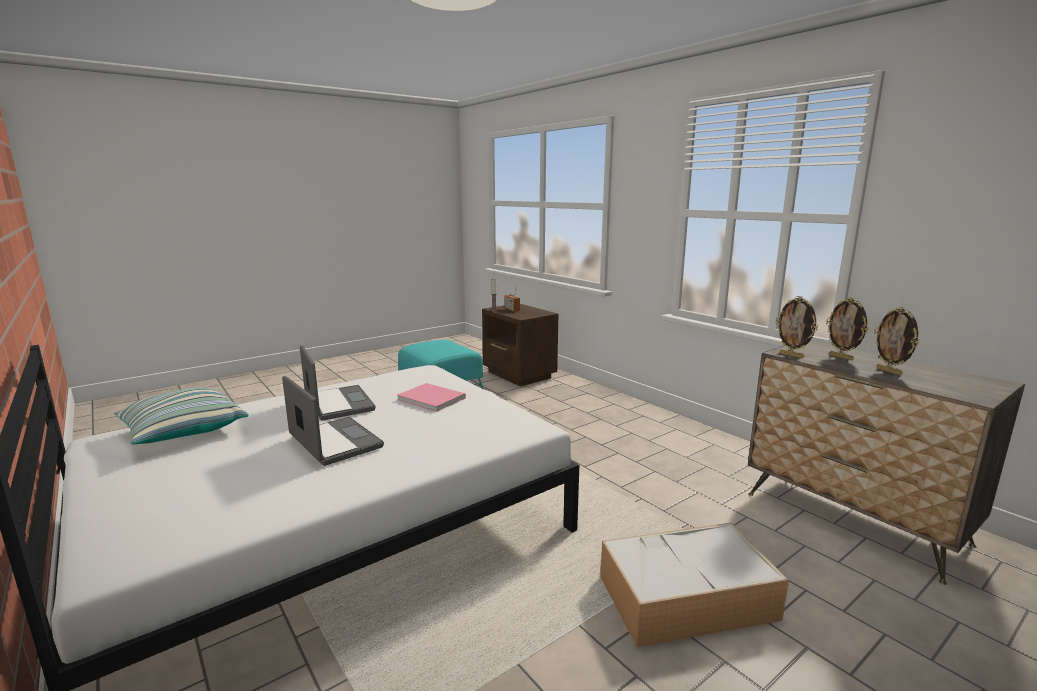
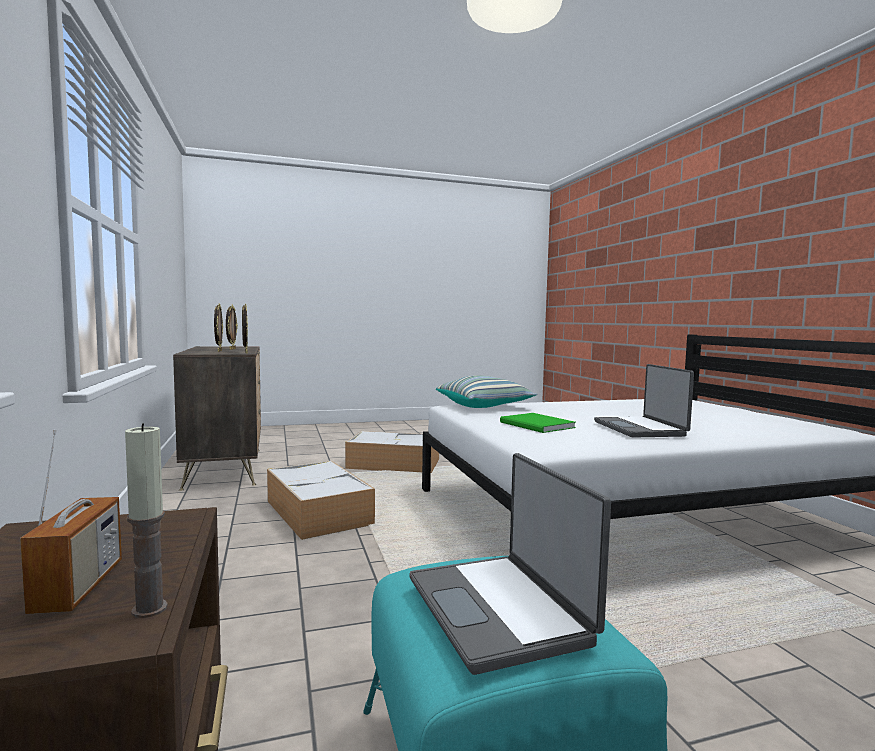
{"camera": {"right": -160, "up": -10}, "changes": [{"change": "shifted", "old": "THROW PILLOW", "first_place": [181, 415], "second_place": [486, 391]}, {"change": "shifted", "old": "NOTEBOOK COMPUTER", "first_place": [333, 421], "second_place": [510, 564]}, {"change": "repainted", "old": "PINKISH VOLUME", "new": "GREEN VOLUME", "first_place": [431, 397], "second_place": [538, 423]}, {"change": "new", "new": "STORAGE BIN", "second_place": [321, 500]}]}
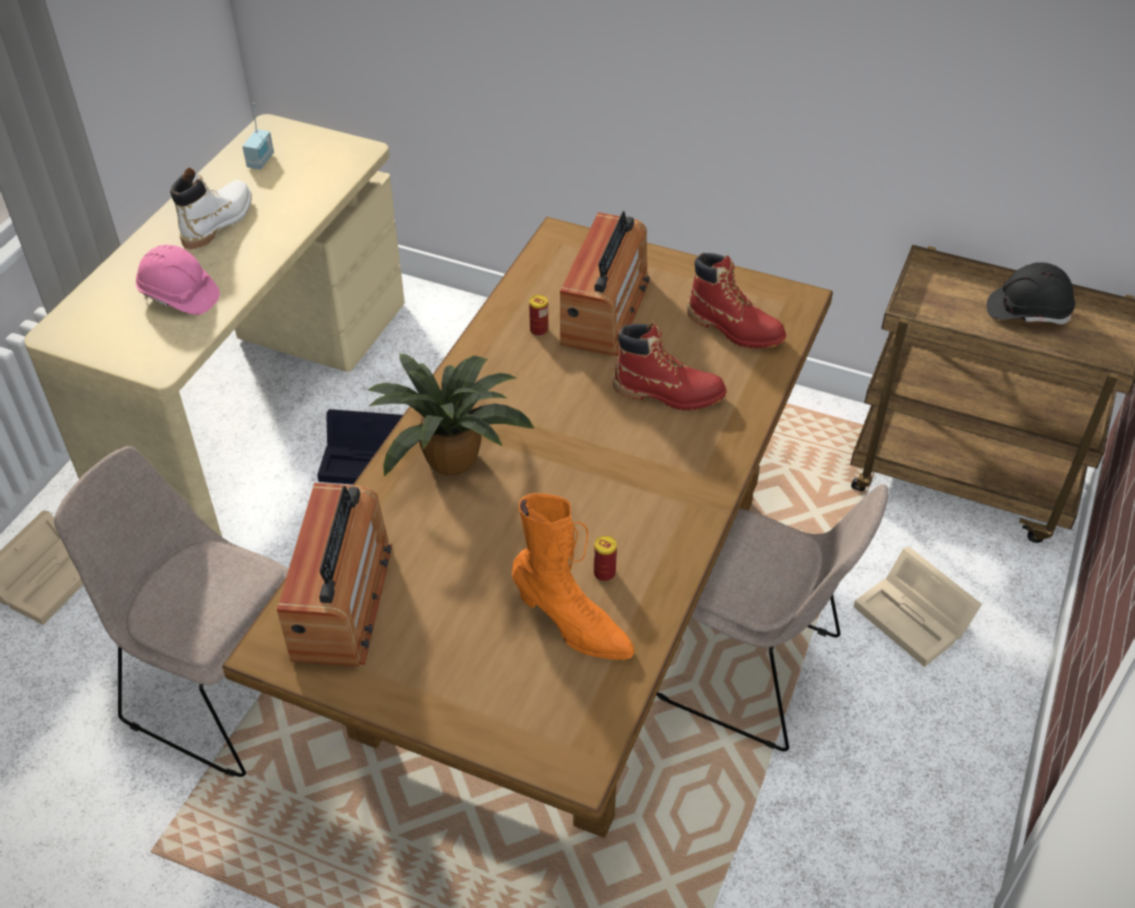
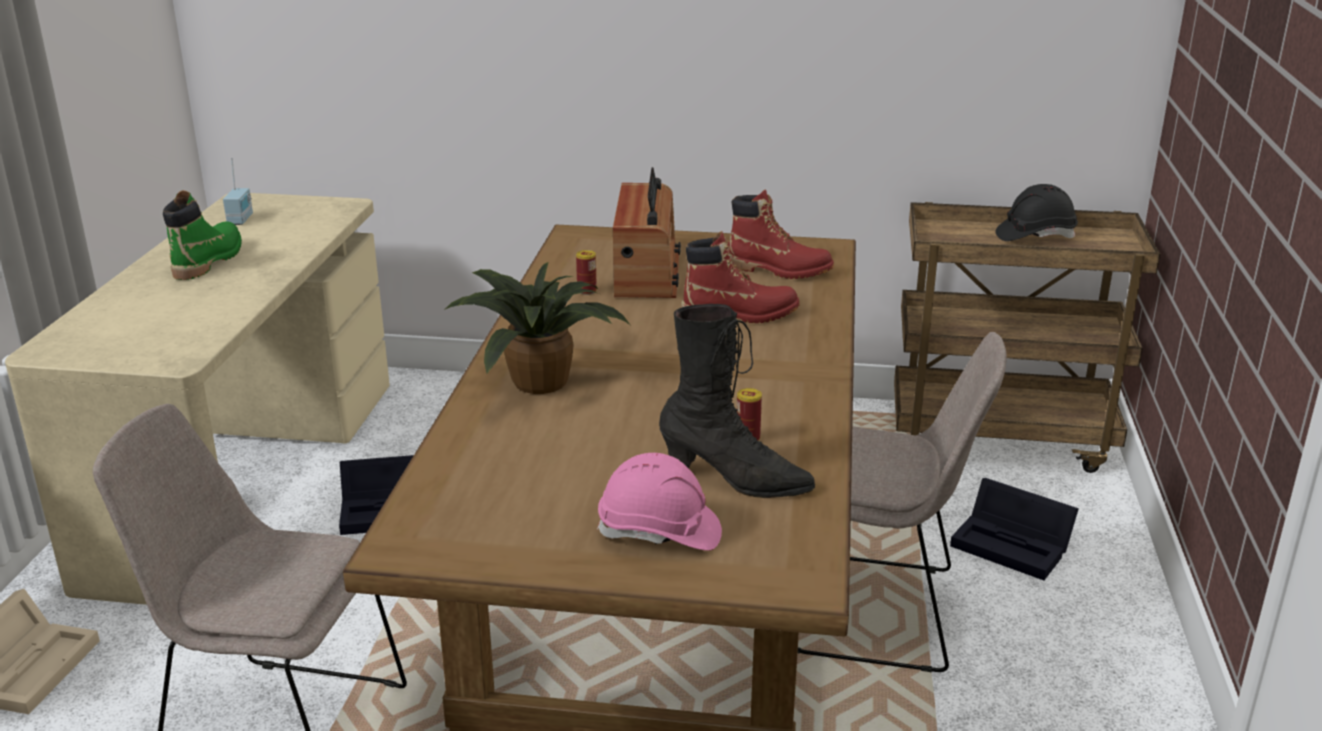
{"camera": {"right": -15, "up": -20}, "changes": [{"change": "shifted", "old": "PINKISH HARD HAT", "first_place": [178, 280], "second_place": [659, 502]}, {"change": "repainted", "old": "WHITISH BOOT", "new": "GREEN BOOT", "first_place": [211, 208], "second_place": [202, 235]}, {"change": "gone", "old": "RADIO", "first_place": [334, 575]}, {"change": "repainted", "old": "ORANGE-COLOURED BOOT", "new": "BLACK BOOT", "first_place": [573, 576], "second_place": [737, 401]}, {"change": "repainted", "old": "BEIGE STORAGE BIN", "new": "BLACK STORAGE BIN", "first_place": [918, 607], "second_place": [1014, 529]}]}
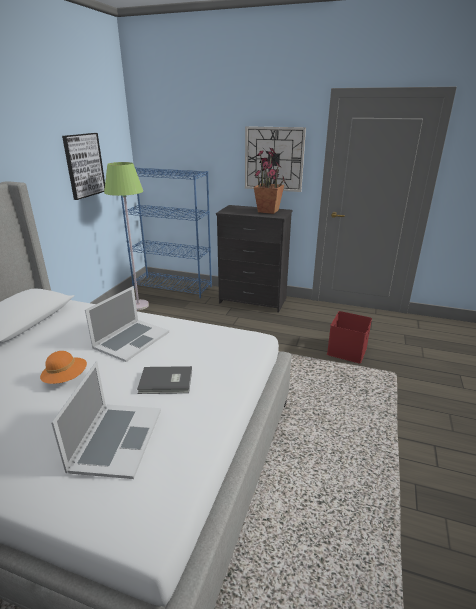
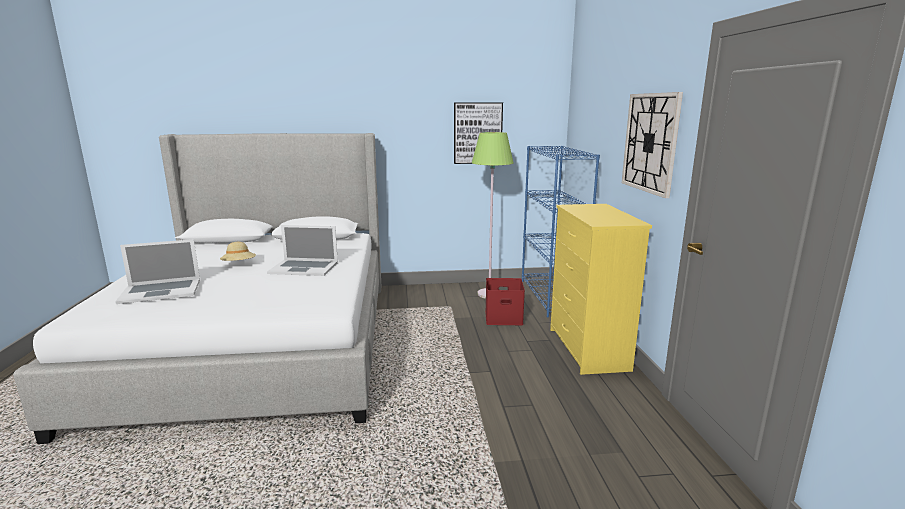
{"camera": {"right": 65, "up": -10}, "changes": [{"change": "repainted", "old": "ORANGE-COLOURED WEARABLE HAT", "new": "BEIGE WEARABLE HAT", "first_place": [63, 367], "second_place": [238, 251]}, {"change": "gone", "old": "GREY VOLUME", "first_place": [164, 380]}, {"change": "repainted", "old": "BLACK DRESSER", "new": "YELLOW-COLOURED DRESSER", "first_place": [254, 258], "second_place": [601, 289]}, {"change": "gone", "old": "HOUSEPLANT", "first_place": [269, 181]}, {"change": "shifted", "old": "REDDISH STORAGE BIN", "first_place": [349, 337], "second_place": [505, 301]}]}
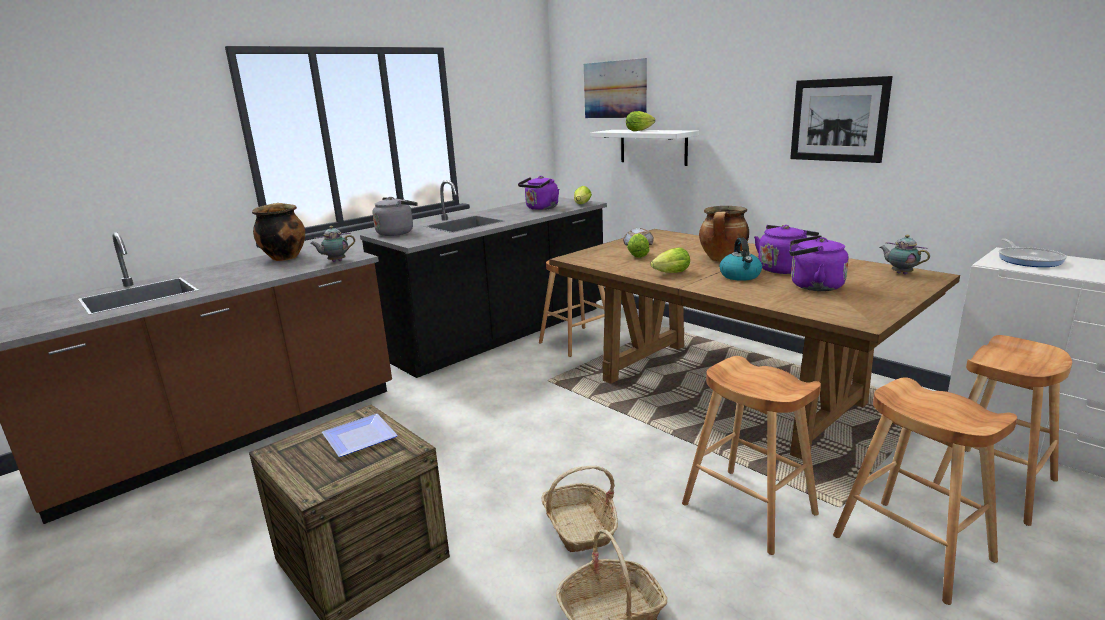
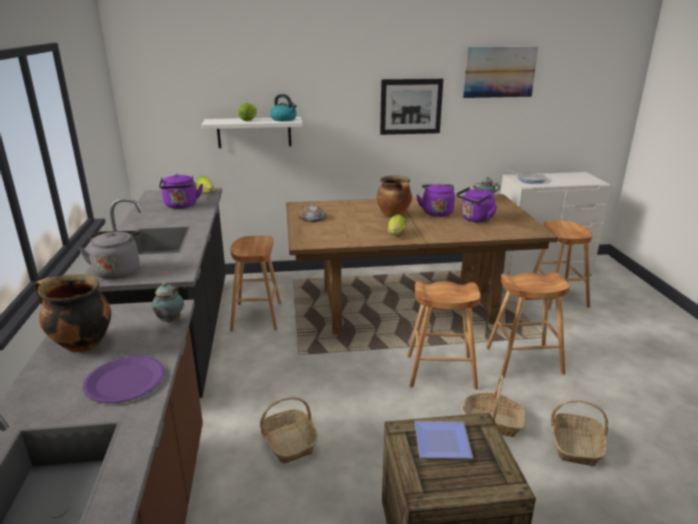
{"camera": {"right": -55, "up": 5}, "changes": [{"change": "shifted", "old": "PICTURE", "first_place": [615, 88], "second_place": [500, 72]}, {"change": "gone", "old": "LETTUCE HEAD", "first_place": [638, 245]}, {"change": "shifted", "old": "KETTLE", "first_place": [741, 259], "second_place": [283, 107]}, {"change": "shifted", "old": "BROWNISH SITTING STOOL", "first_place": [925, 491], "second_place": [444, 335]}, {"change": "new", "new": "PURPLE FLAT DISH", "second_place": [123, 379]}, {"change": "new", "new": "BASKET", "second_place": [289, 430]}]}
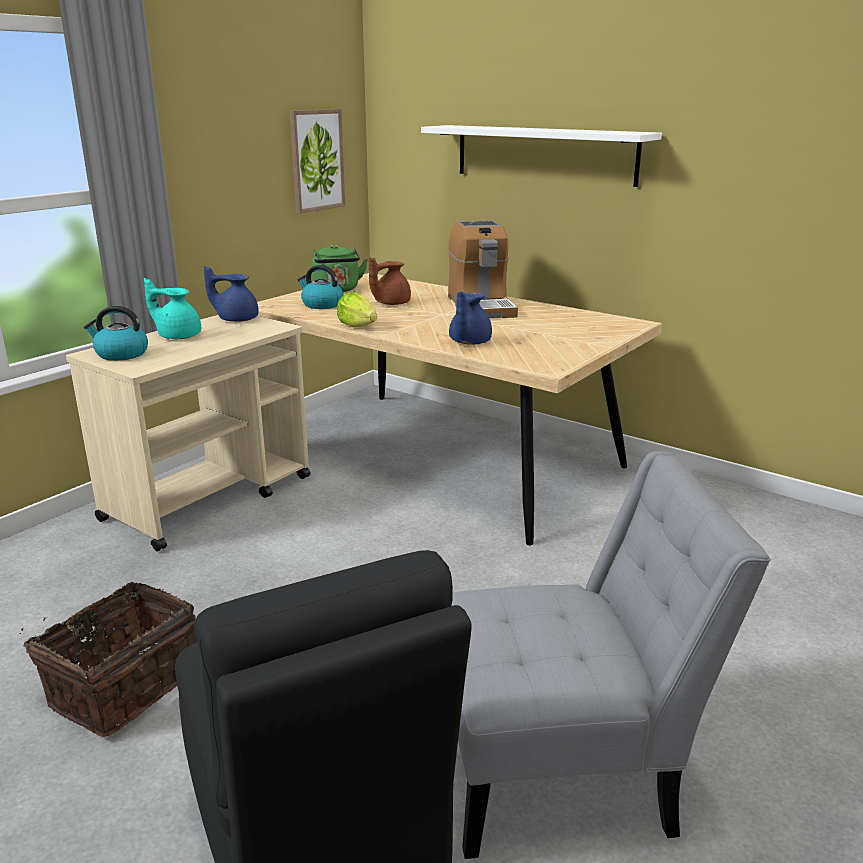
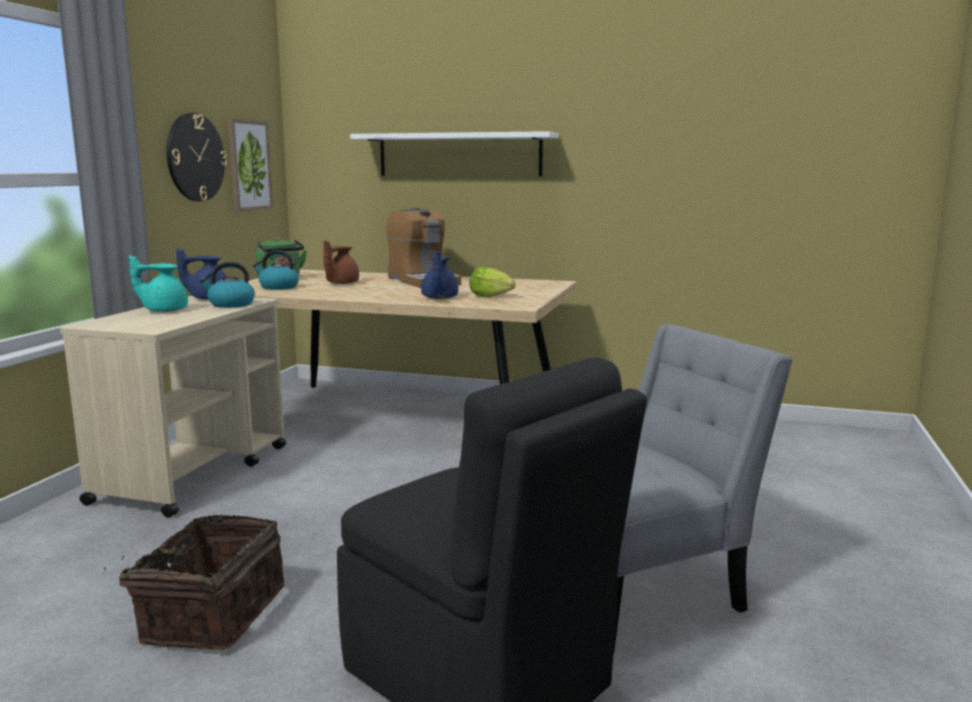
{"camera": {"right": -20, "up": -10}, "changes": [{"change": "shifted", "old": "KETTLE", "first_place": [116, 333], "second_place": [227, 285]}, {"change": "shifted", "old": "LETTUCE HEAD", "first_place": [357, 309], "second_place": [492, 282]}, {"change": "new", "new": "HANGING CLOCK", "second_place": [196, 157]}]}
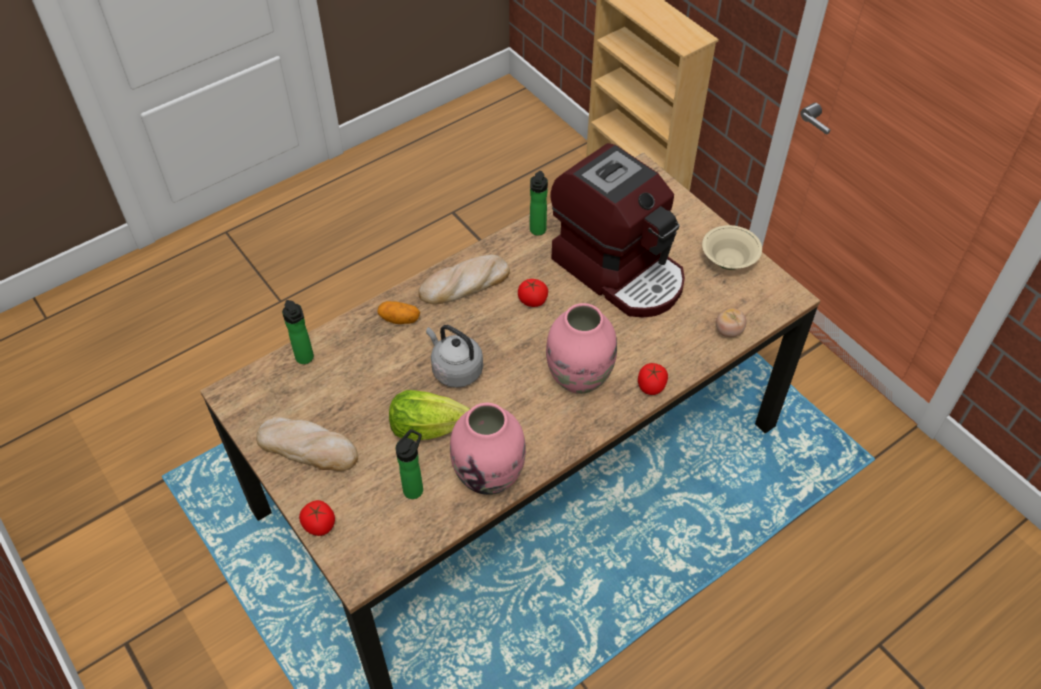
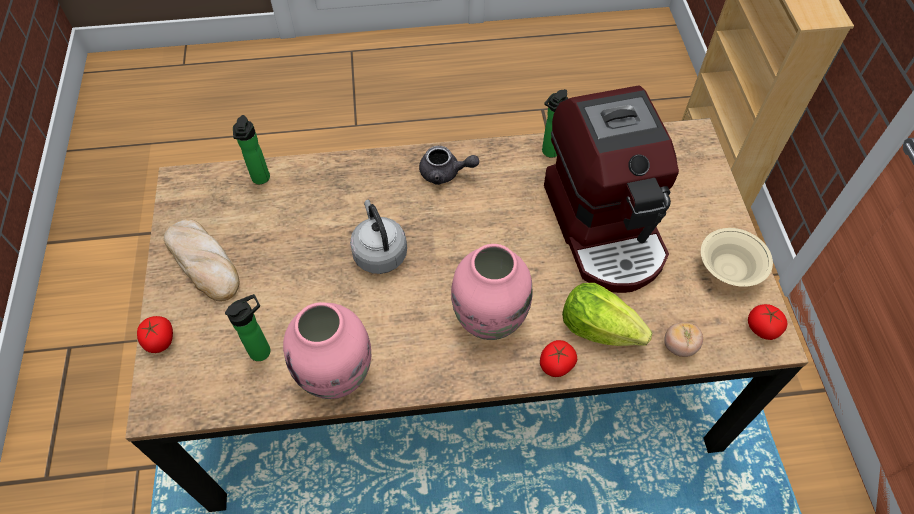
{"camera": {"right": 30, "up": 5}, "changes": [{"change": "gone", "old": "POTATO", "first_place": [398, 312]}, {"change": "shifted", "old": "LETTUCE HEAD", "first_place": [429, 415], "second_place": [607, 314]}, {"change": "swapped", "old": "BREAD", "new": "GREY POT FOR TEA", "first_place": [464, 279], "second_place": [449, 165]}, {"change": "shifted", "old": "FRESH TOMATO", "first_place": [533, 293], "second_place": [768, 322]}]}
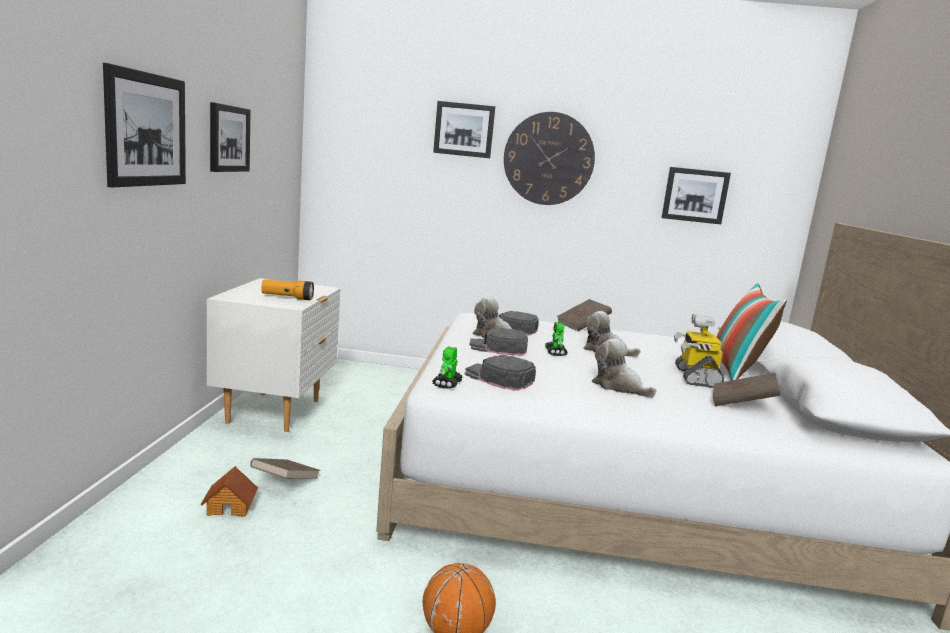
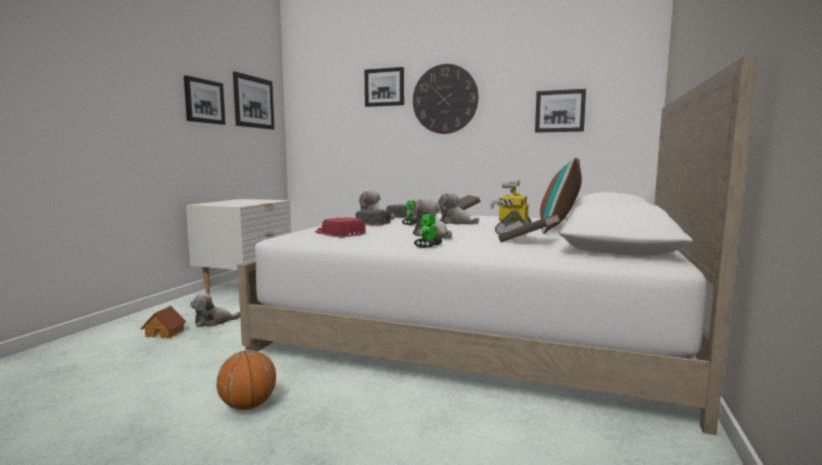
{"camera": {"right": 15, "up": -5}, "changes": [{"change": "shifted", "old": "PICTURE", "first_place": [144, 125], "second_place": [253, 100]}, {"change": "swapped", "old": "BROWNISH VOLUME", "new": "CUDDLY TOY", "first_place": [285, 468], "second_place": [215, 309]}, {"change": "gone", "old": "TORCH", "first_place": [288, 289]}, {"change": "shifted", "old": "ROBOT FIGURE", "first_place": [447, 367], "second_place": [428, 231]}, {"change": "repainted", "old": "BLACK PEAKED CAP", "new": "REDDISH PEAKED CAP", "first_place": [500, 373], "second_place": [340, 227]}]}
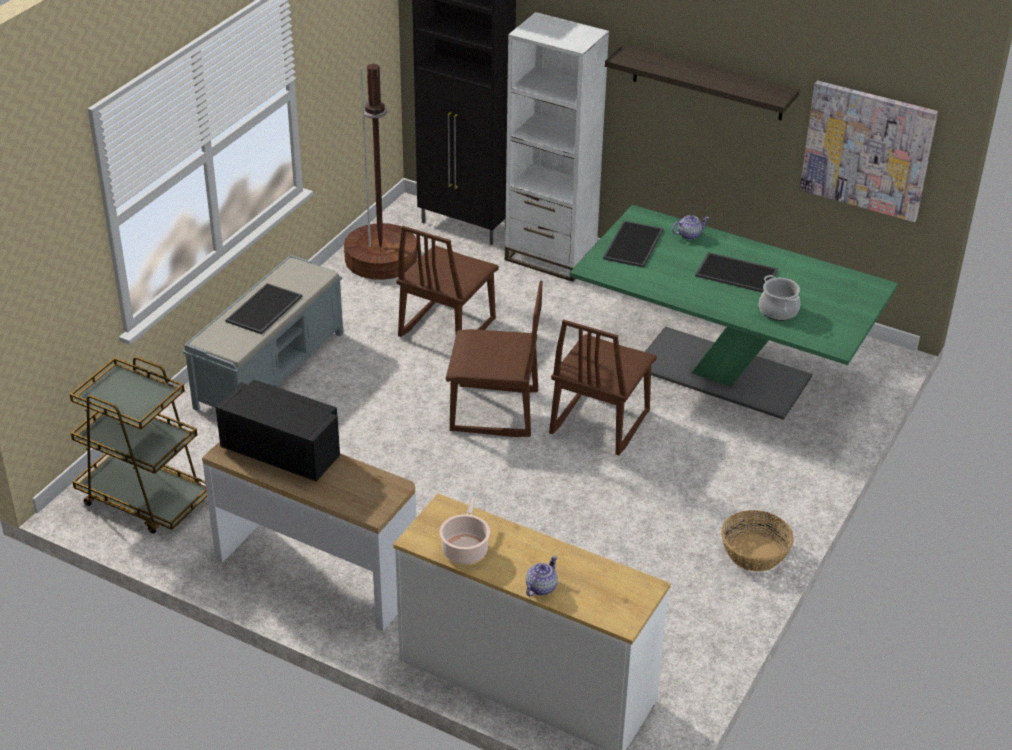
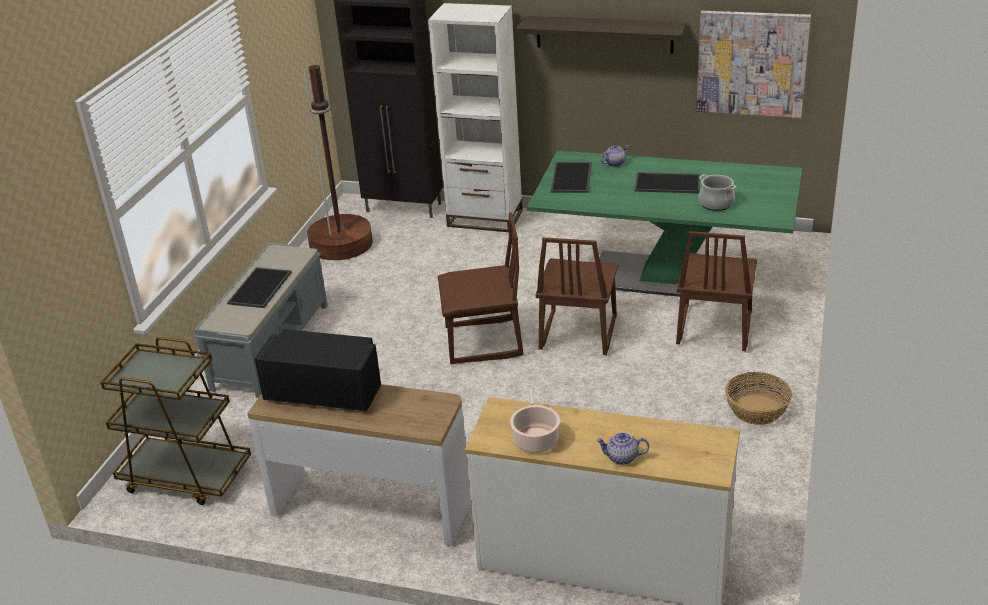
{"camera": {"right": -10, "up": -5}, "changes": [{"change": "shifted", "old": "BROWNISH PLAIN CHAIR", "first_place": [448, 281], "second_place": [716, 291]}, {"change": "rotated", "old": "POT FOR TEA", "first_place": [542, 576], "second_place": [622, 448], "degrees": -105}]}
